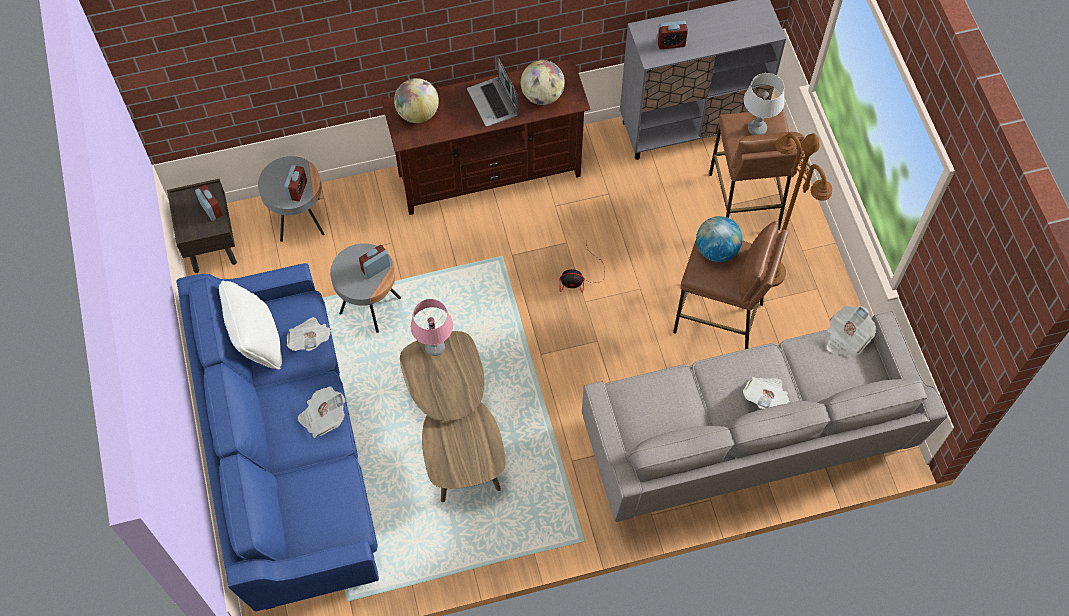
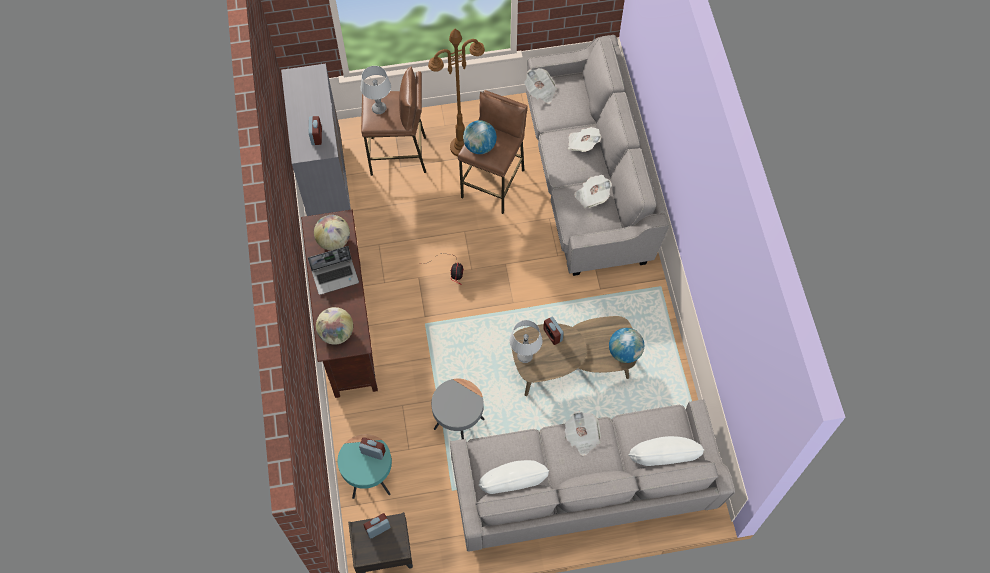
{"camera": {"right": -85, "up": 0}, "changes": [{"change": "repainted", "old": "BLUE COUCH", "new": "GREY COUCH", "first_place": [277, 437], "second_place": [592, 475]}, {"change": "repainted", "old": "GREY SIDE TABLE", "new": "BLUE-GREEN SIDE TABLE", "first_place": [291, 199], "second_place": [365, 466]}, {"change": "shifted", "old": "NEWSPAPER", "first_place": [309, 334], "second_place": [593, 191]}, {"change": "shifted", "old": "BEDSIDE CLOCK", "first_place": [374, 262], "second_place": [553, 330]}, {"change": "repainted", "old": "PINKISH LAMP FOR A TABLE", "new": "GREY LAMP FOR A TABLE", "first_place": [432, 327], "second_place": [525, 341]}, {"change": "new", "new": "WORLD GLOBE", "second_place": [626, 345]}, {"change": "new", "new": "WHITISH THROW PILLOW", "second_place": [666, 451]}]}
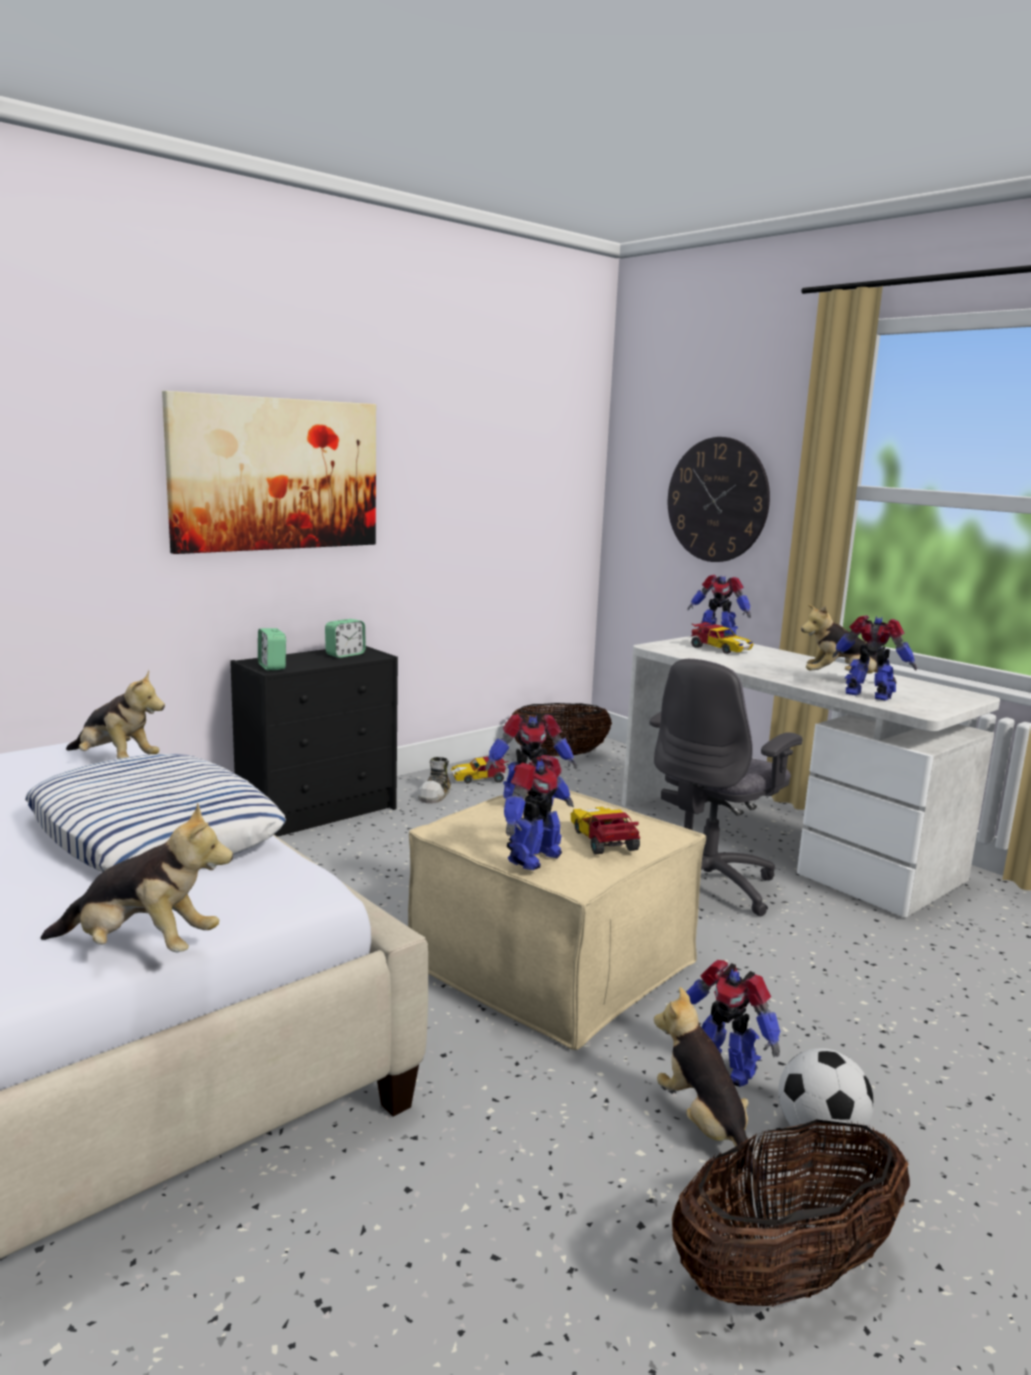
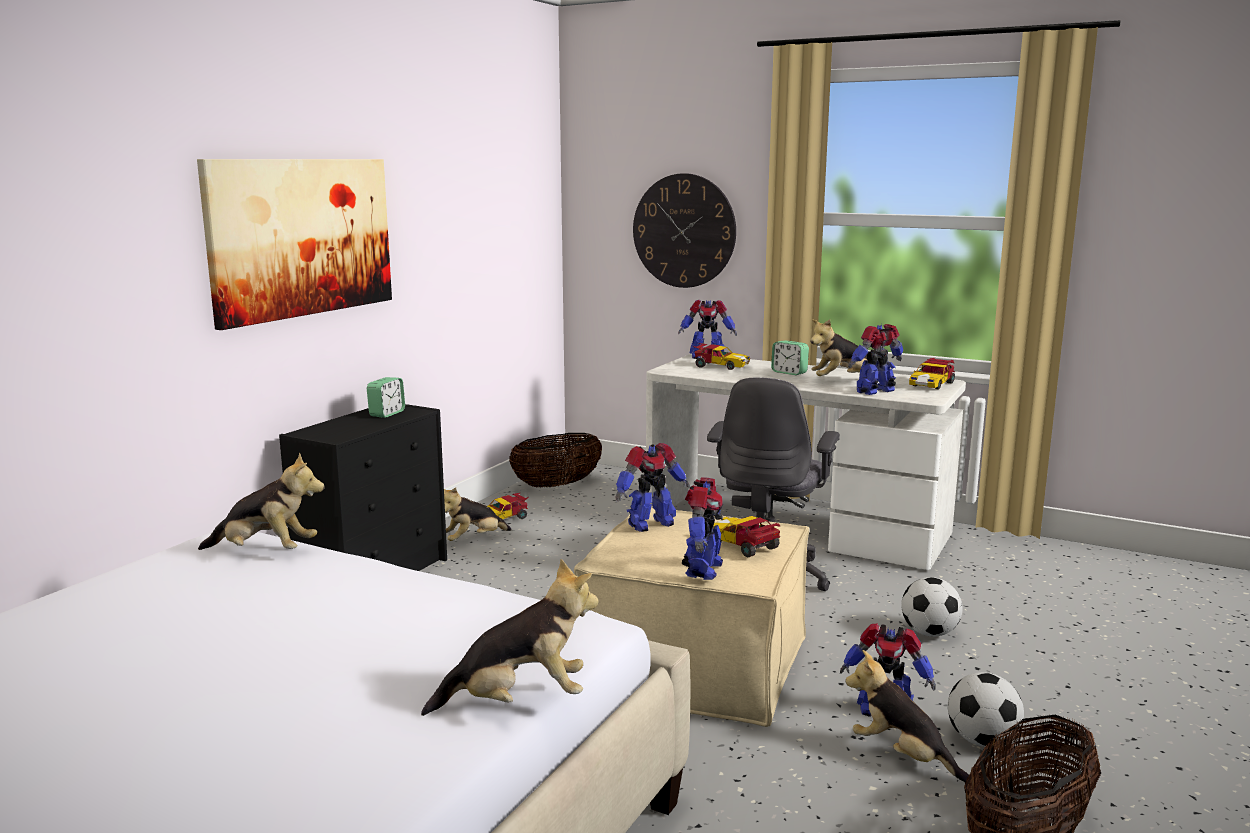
{"camera": {"right": -20, "up": 0}, "changes": [{"change": "gone", "old": "THROW PILLOW", "first_place": [155, 813]}, {"change": "shifted", "old": "BEDSIDE CLOCK", "first_place": [272, 649], "second_place": [790, 357]}, {"change": "swapped", "old": "SHOE", "new": "CUDDLY TOY", "first_place": [434, 780], "second_place": [478, 514]}, {"change": "rotated", "old": "ROBOT FIGURE", "first_place": [874, 658], "second_place": [875, 359], "degrees": -45}, {"change": "new", "new": "FOOTBALL", "second_place": [932, 607]}, {"change": "new", "new": "TOY CAR", "second_place": [932, 374]}]}
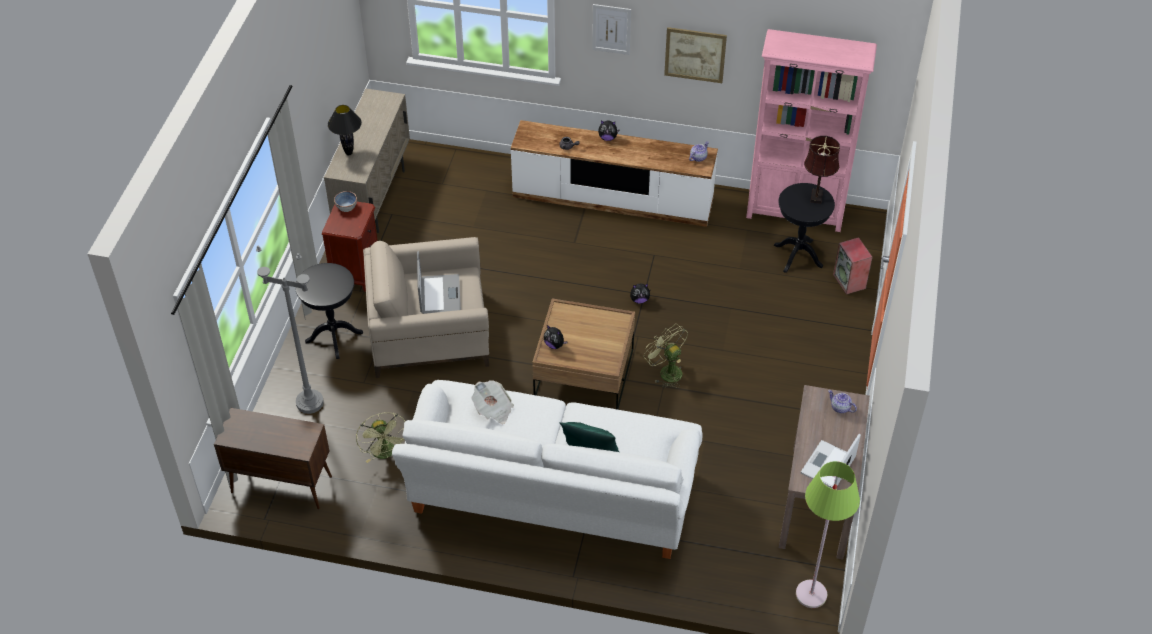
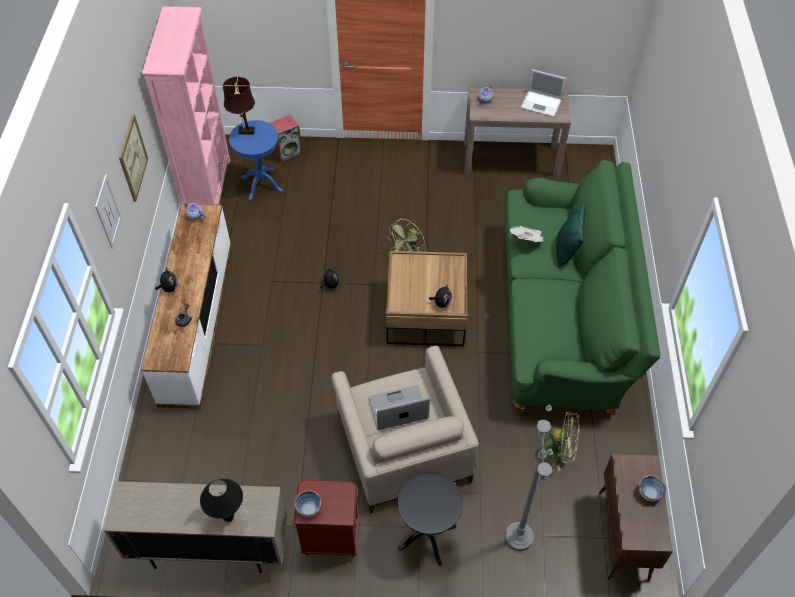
{"camera": {"right": -100, "up": 5}, "changes": [{"change": "rotated", "old": "GREEN ELECTRIC FAN", "first_place": [381, 437], "second_place": [558, 441], "degrees": 45}, {"change": "repainted", "old": "WHITISH COUCH", "new": "GREEN COUCH", "first_place": [547, 469], "second_place": [583, 286]}, {"change": "shifted", "old": "NEWSPAPER", "first_place": [493, 402], "second_place": [526, 234]}, {"change": "repainted", "old": "BLACK SIDE TABLE", "new": "BLUE SIDE TABLE", "first_place": [804, 228], "second_place": [256, 160]}, {"change": "gone", "old": "GREEN STANDING LAMP", "first_place": [828, 534]}, {"change": "new", "new": "DEEP DISH", "second_place": [652, 488]}]}
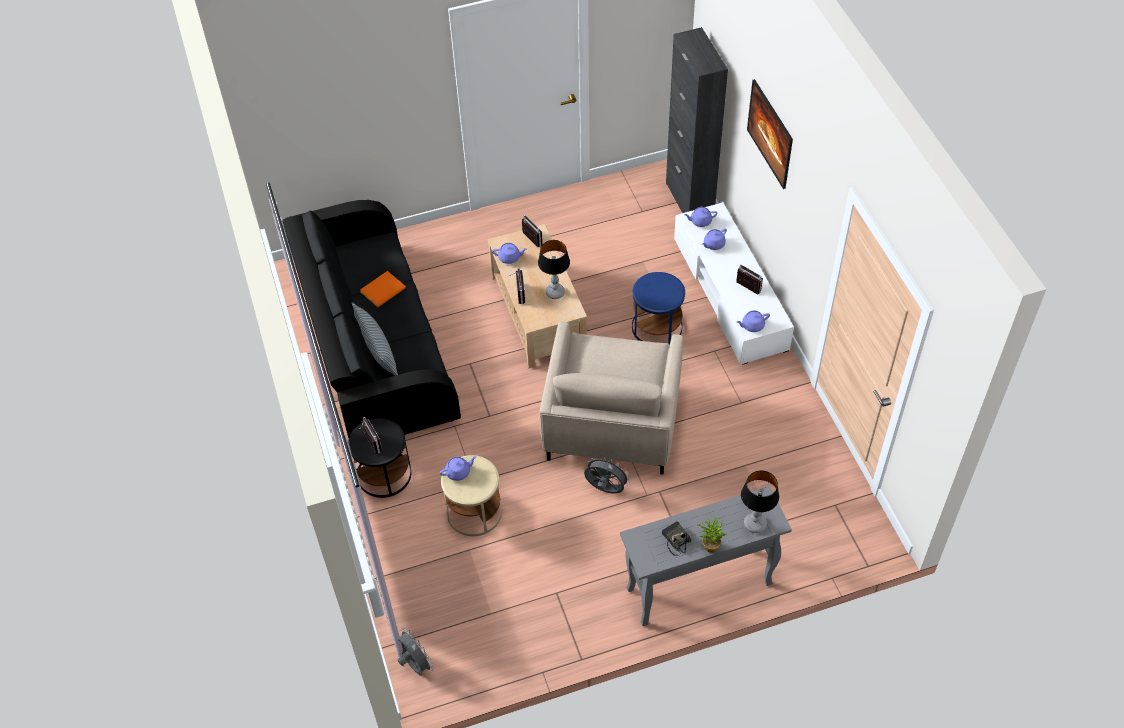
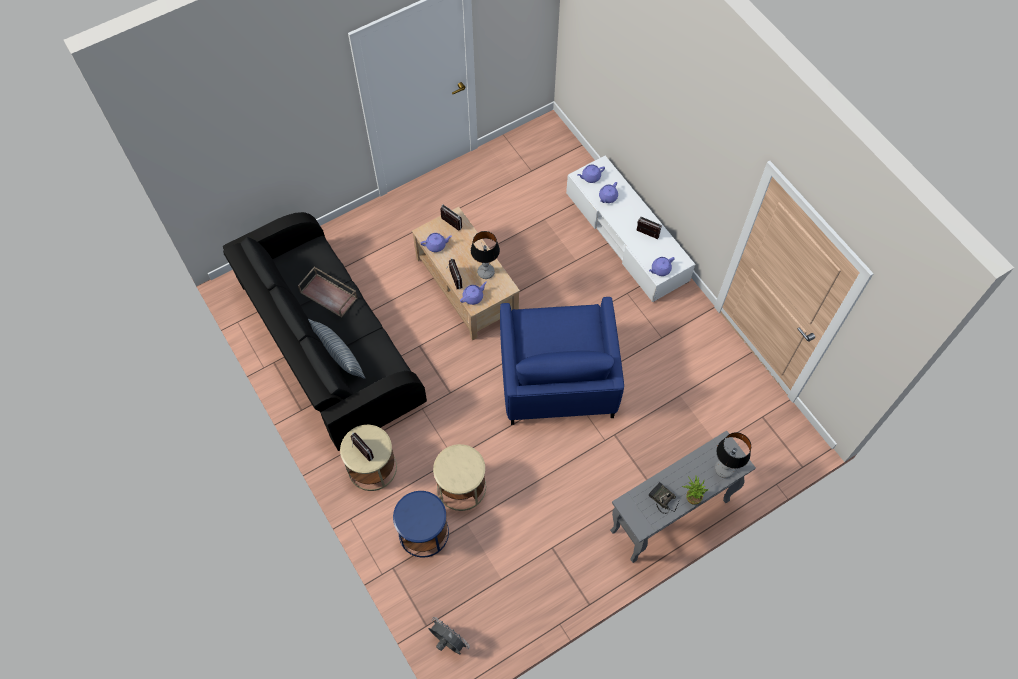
{"camera": {"right": -15, "up": 10}, "changes": [{"change": "repainted", "old": "BLACK SIDE TABLE", "new": "BEIGE SIDE TABLE", "first_place": [380, 458], "second_place": [368, 458]}, {"change": "swapped", "old": "ORANGE-COLOURED VOLUME", "new": "BROWNISH SERVING TRAY", "first_place": [383, 289], "second_place": [328, 292]}, {"change": "shifted", "old": "PURPLE POT FOR TEA", "first_place": [458, 468], "second_place": [473, 293]}, {"change": "repainted", "old": "BEIGE ARMCHAIR", "new": "BLUE ARMCHAIR", "first_place": [611, 398], "second_place": [562, 361]}, {"change": "gone", "old": "GREY ELECTRIC FAN", "first_place": [607, 475]}, {"change": "shifted", "old": "BLUE SIDE TABLE", "first_place": [658, 308], "second_place": [421, 524]}, {"change": "gone", "old": "BLACK STORAGE CABINET", "first_place": [697, 120]}, {"change": "gone", "old": "PICTURE", "first_place": [770, 134]}]}
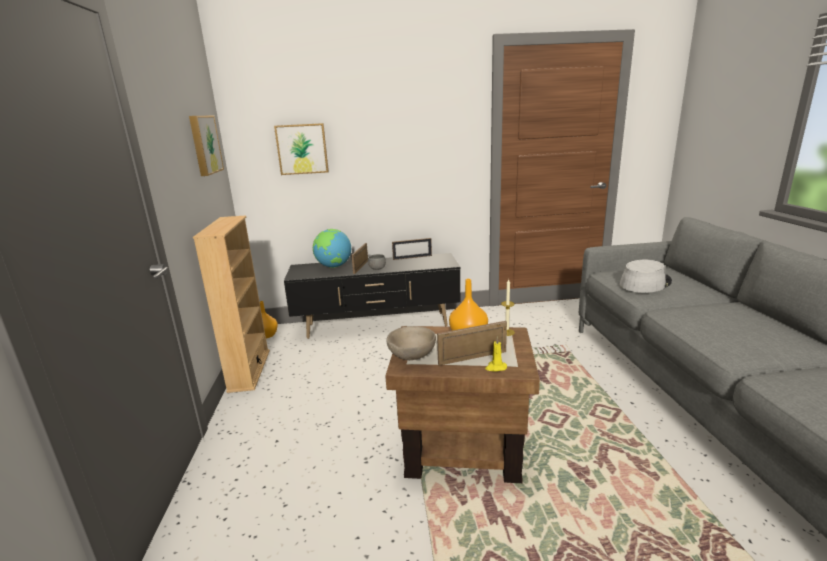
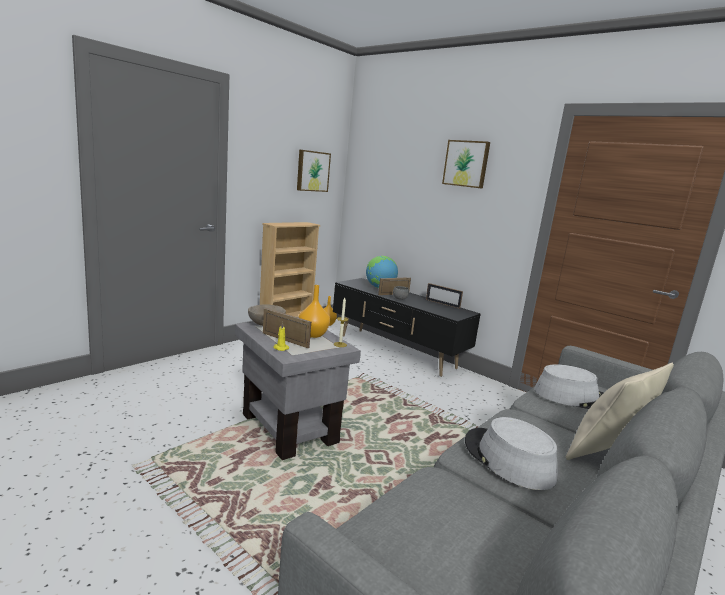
{"camera": {"right": 45, "up": -5}, "changes": [{"change": "shifted", "old": "PICTURE", "first_place": [301, 149], "second_place": [466, 164]}, {"change": "repainted", "old": "BROWNISH SIDE TABLE", "new": "GREY SIDE TABLE", "first_place": [463, 404], "second_place": [298, 391]}, {"change": "new", "new": "GREY WEARABLE HAT", "second_place": [511, 453]}, {"change": "new", "new": "BEIGE THROW PILLOW", "second_place": [620, 411]}]}
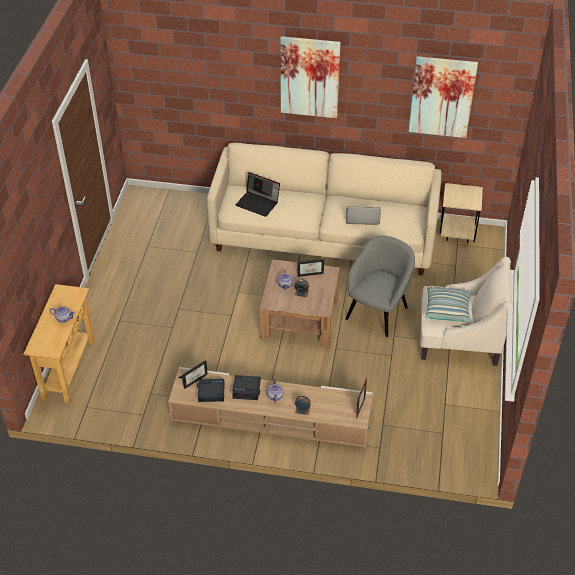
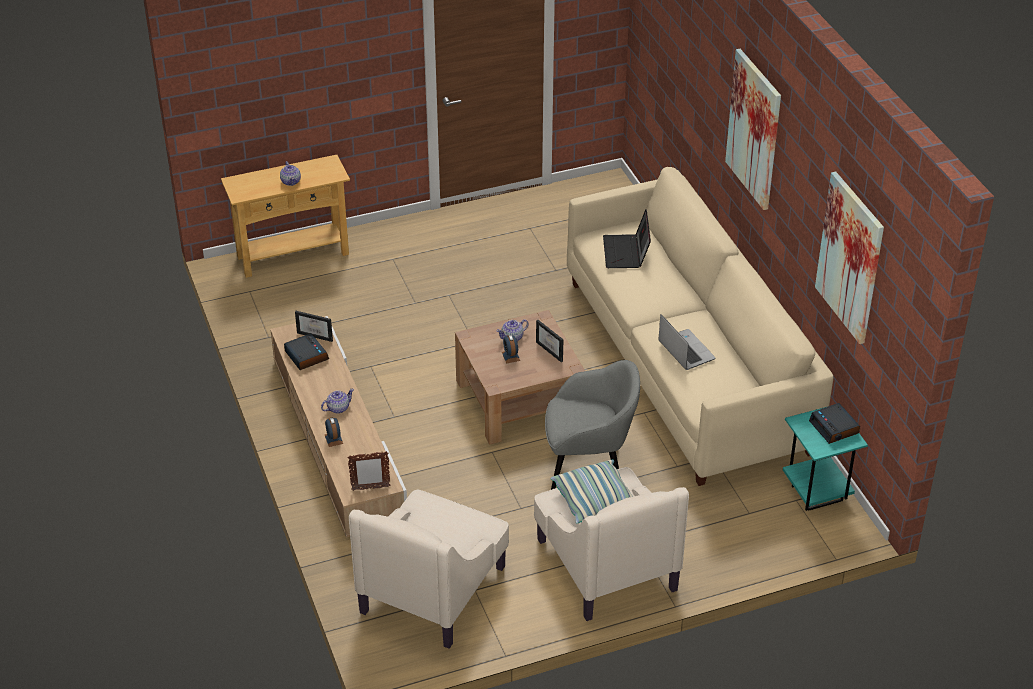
{"camera": {"right": 60, "up": -5}, "changes": [{"change": "shifted", "old": "BEDSIDE CLOCK", "first_place": [246, 387], "second_place": [834, 423]}, {"change": "repainted", "old": "BEIGE SIDE TABLE", "new": "BLUE-GREEN SIDE TABLE", "first_place": [461, 213], "second_place": [825, 459]}, {"change": "new", "new": "BEIGE ARMCHAIR", "second_place": [429, 569]}]}
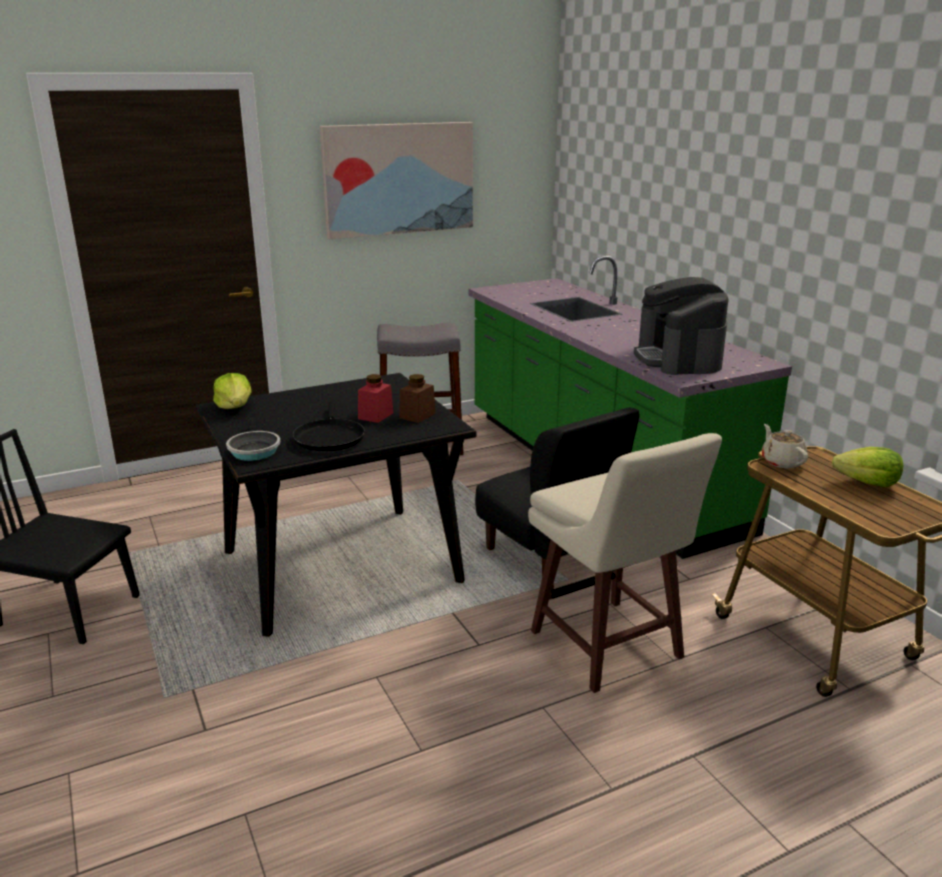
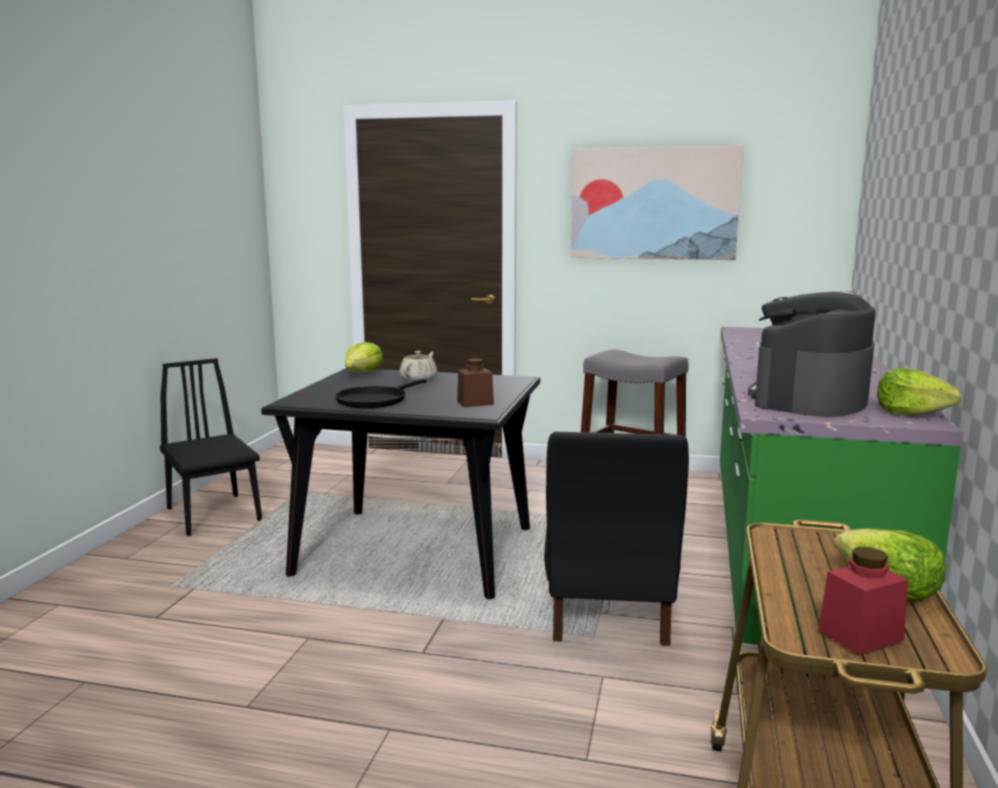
{"camera": {"right": 40, "up": -10}, "changes": [{"change": "gone", "old": "PAN", "first_place": [253, 439]}, {"change": "shifted", "old": "REDDISH JAR", "first_place": [375, 398], "second_place": [863, 601]}, {"change": "gone", "old": "BEIGE SITTING STOOL", "first_place": [625, 563]}, {"change": "shifted", "old": "BEIGE POT FOR TEA", "first_place": [785, 446], "second_place": [418, 366]}, {"change": "new", "new": "LETTUCE HEAD", "second_place": [919, 391]}]}
